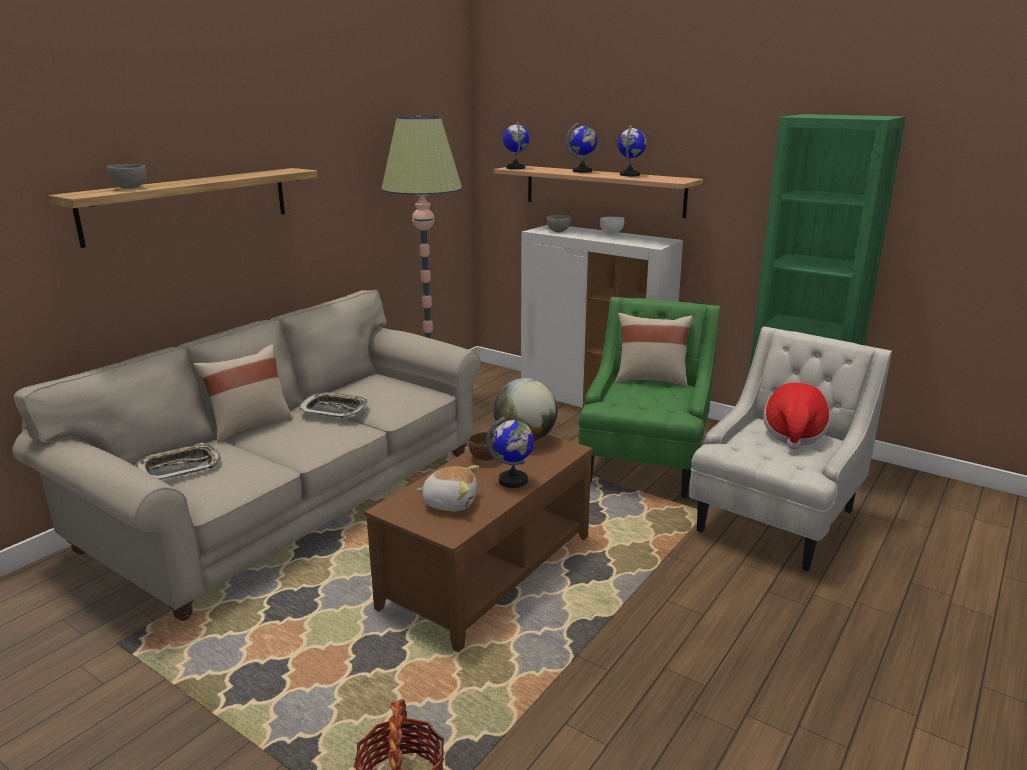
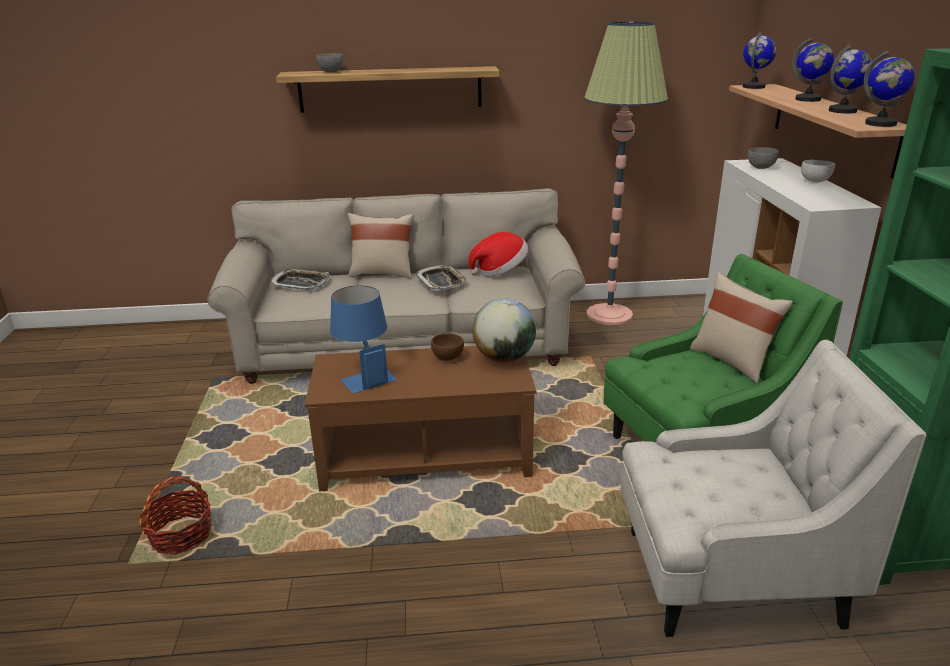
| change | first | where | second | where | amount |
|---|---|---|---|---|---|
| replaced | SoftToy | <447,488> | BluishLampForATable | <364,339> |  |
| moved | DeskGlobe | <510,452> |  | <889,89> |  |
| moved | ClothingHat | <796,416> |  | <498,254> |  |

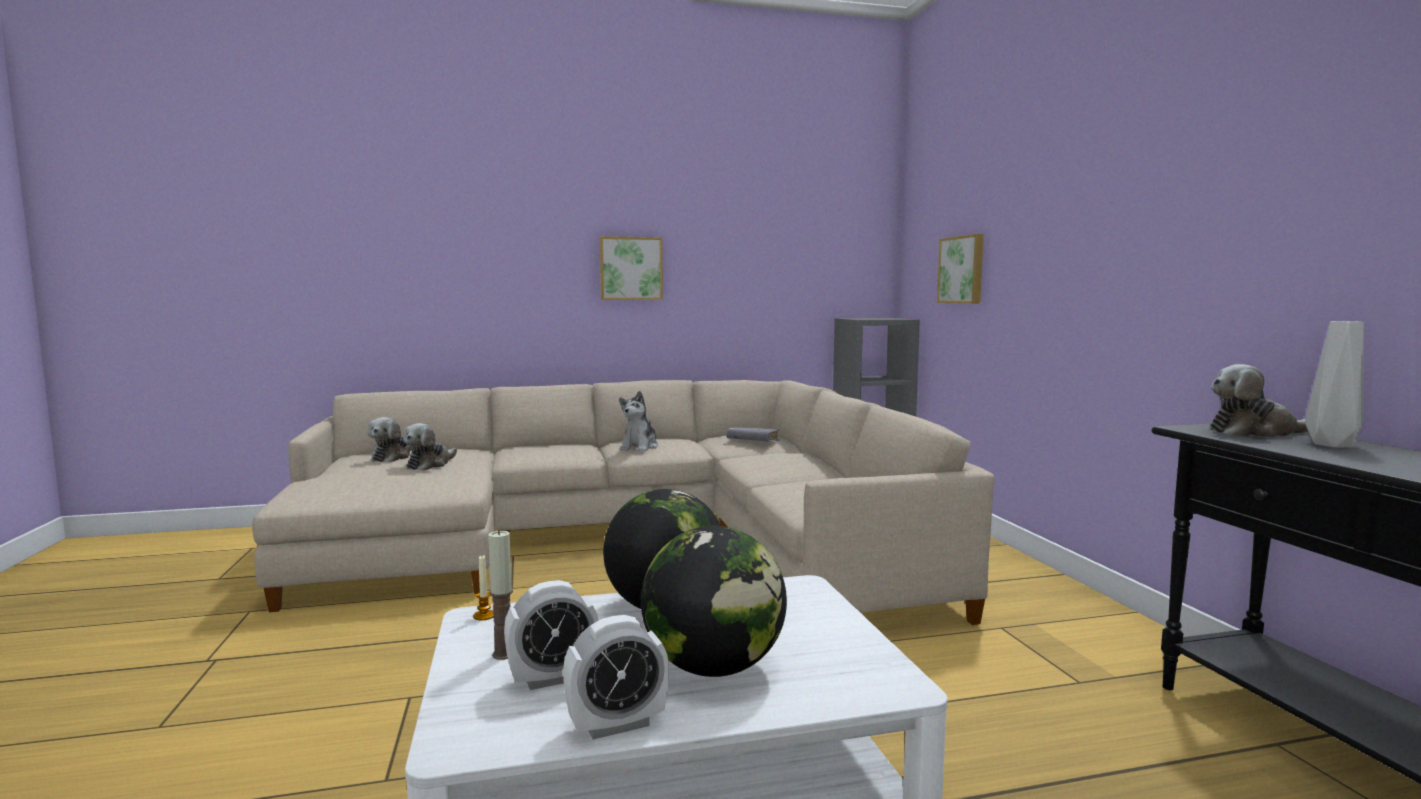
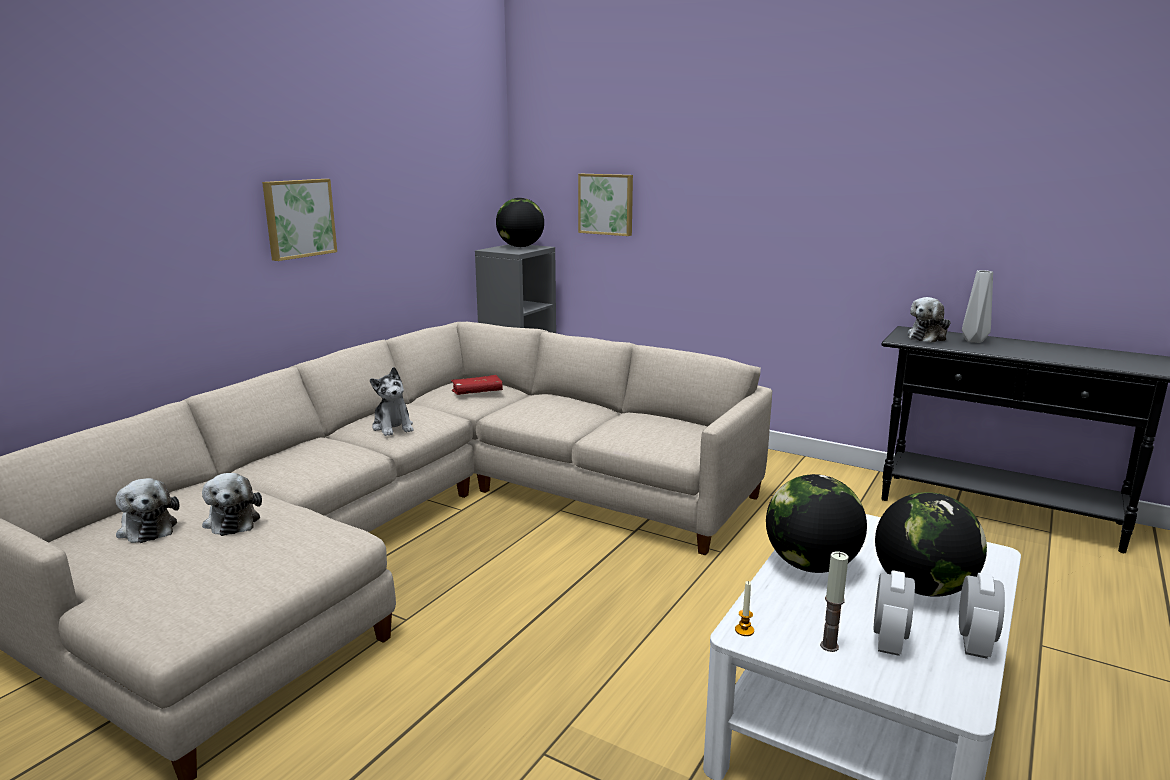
| change | first | where | second | where | amount |
|---|---|---|---|---|---|
| recoloured | GrayBook | <753,434> | RedBook | <477,385> |  |
| added |  |  | DeskGlobe | <520,222> |  |

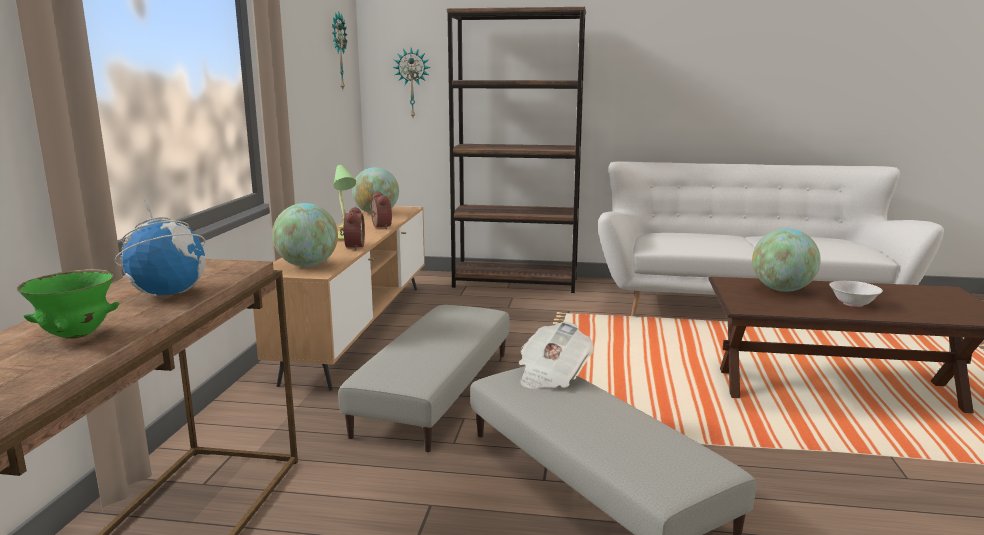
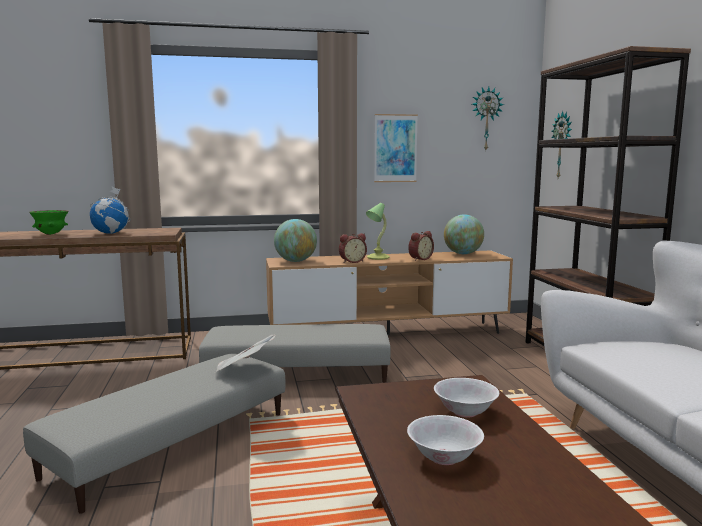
| change | first | where | second | where | amount |
|---|---|---|---|---|---|
| replaced | DeskGlobe | <786,260> | WhitishDeepDish | <466,397> |  |
| added |  |  | Picture | <396,148> |  |

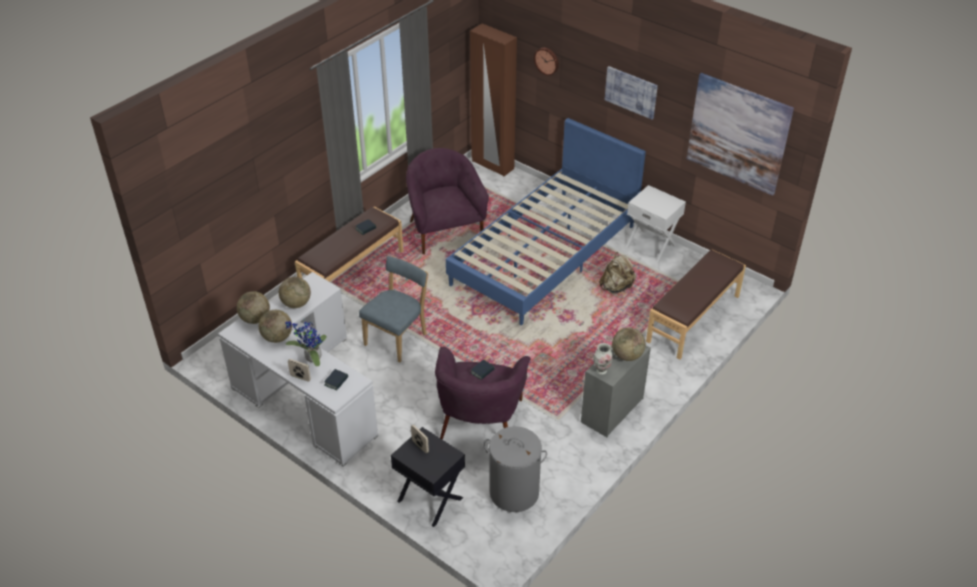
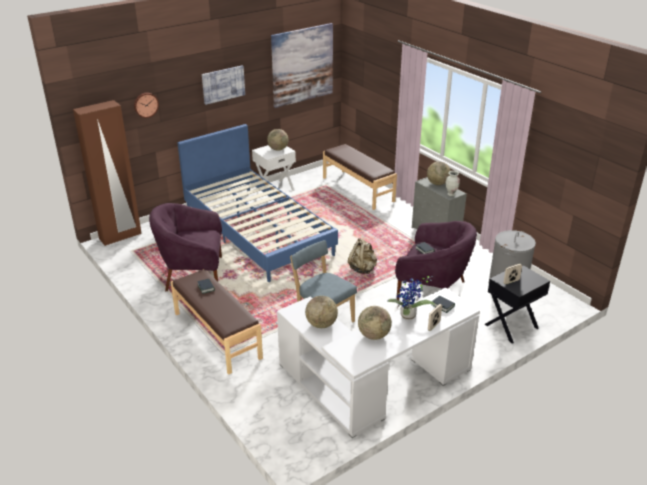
| change | first | where | second | where | amount |
|---|---|---|---|---|---|
| moved | DeskGlobe | <253,307> |  | <277,140> |  |
| moved | BeigeColouredRucksack | <617,272> |  | <362,256> |  |

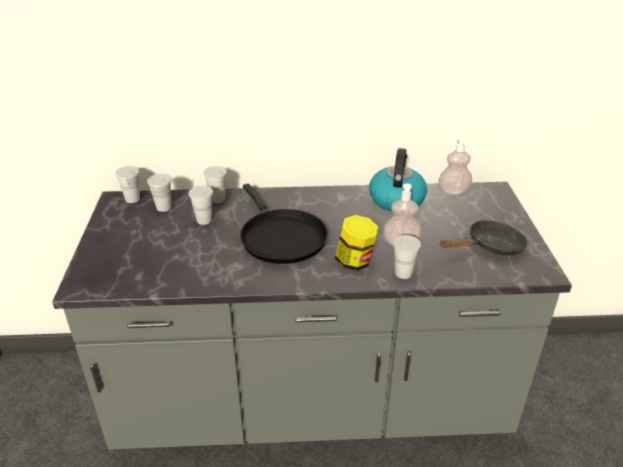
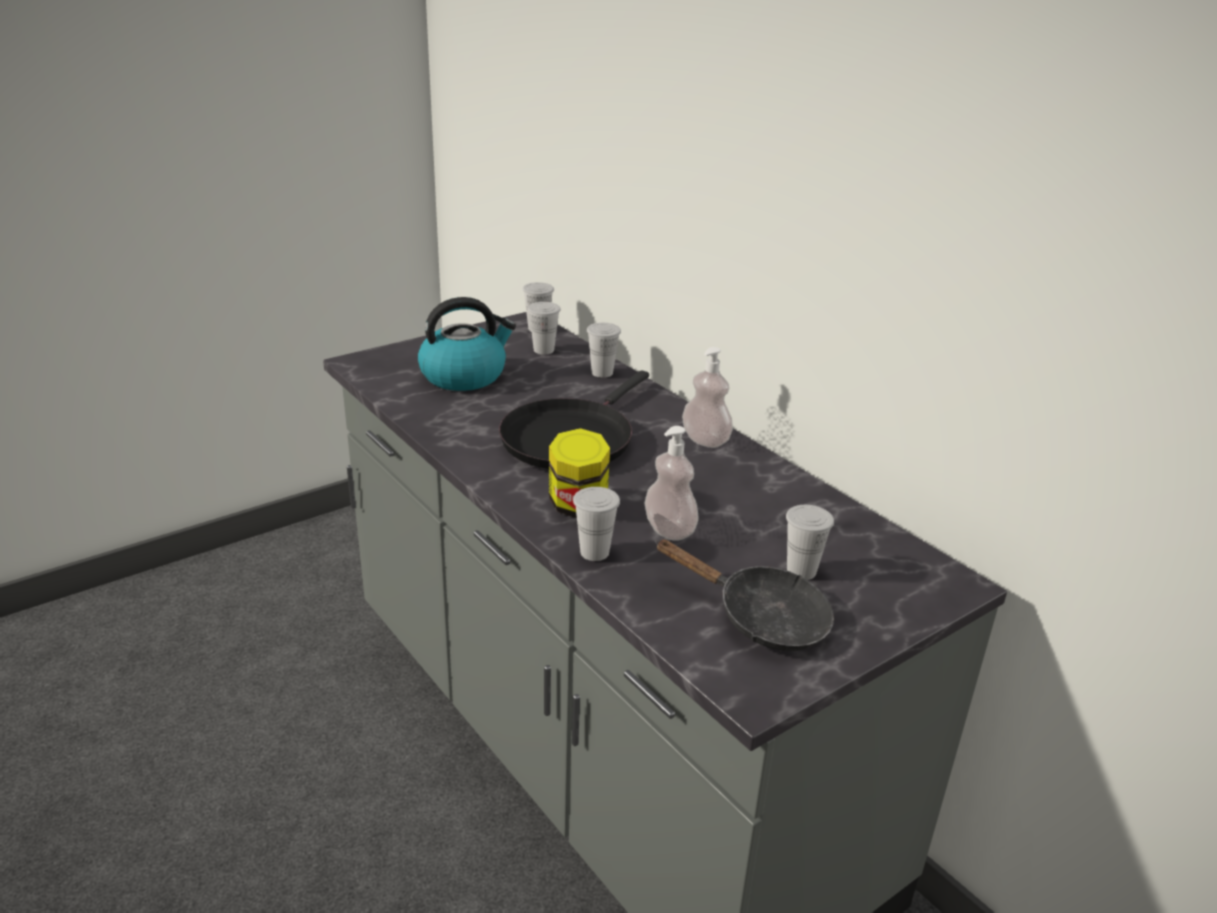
| change | first | where | second | where | amount |
|---|---|---|---|---|---|
| moved | WhitishSmallCup | <200,205> |  | <810,542> |  |
| moved | Kettle | <398,179> |  | <467,344> |  |
| moved | LiquidSoapBottle | <455,165> |  | <707,397> |  |

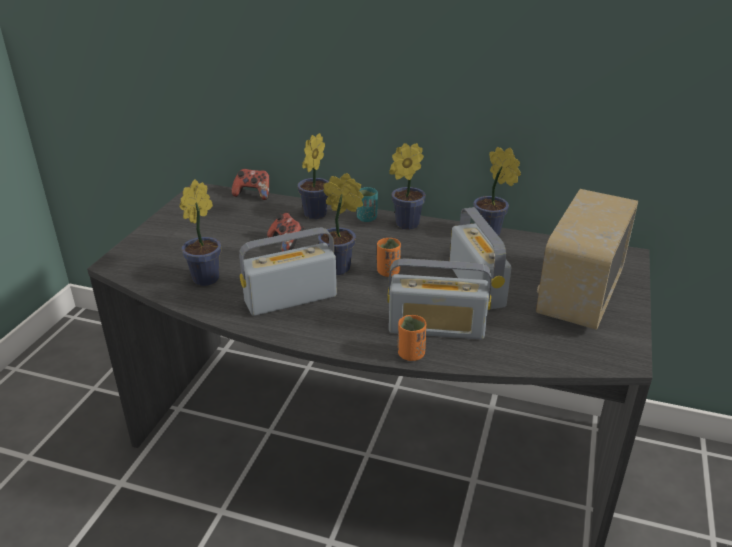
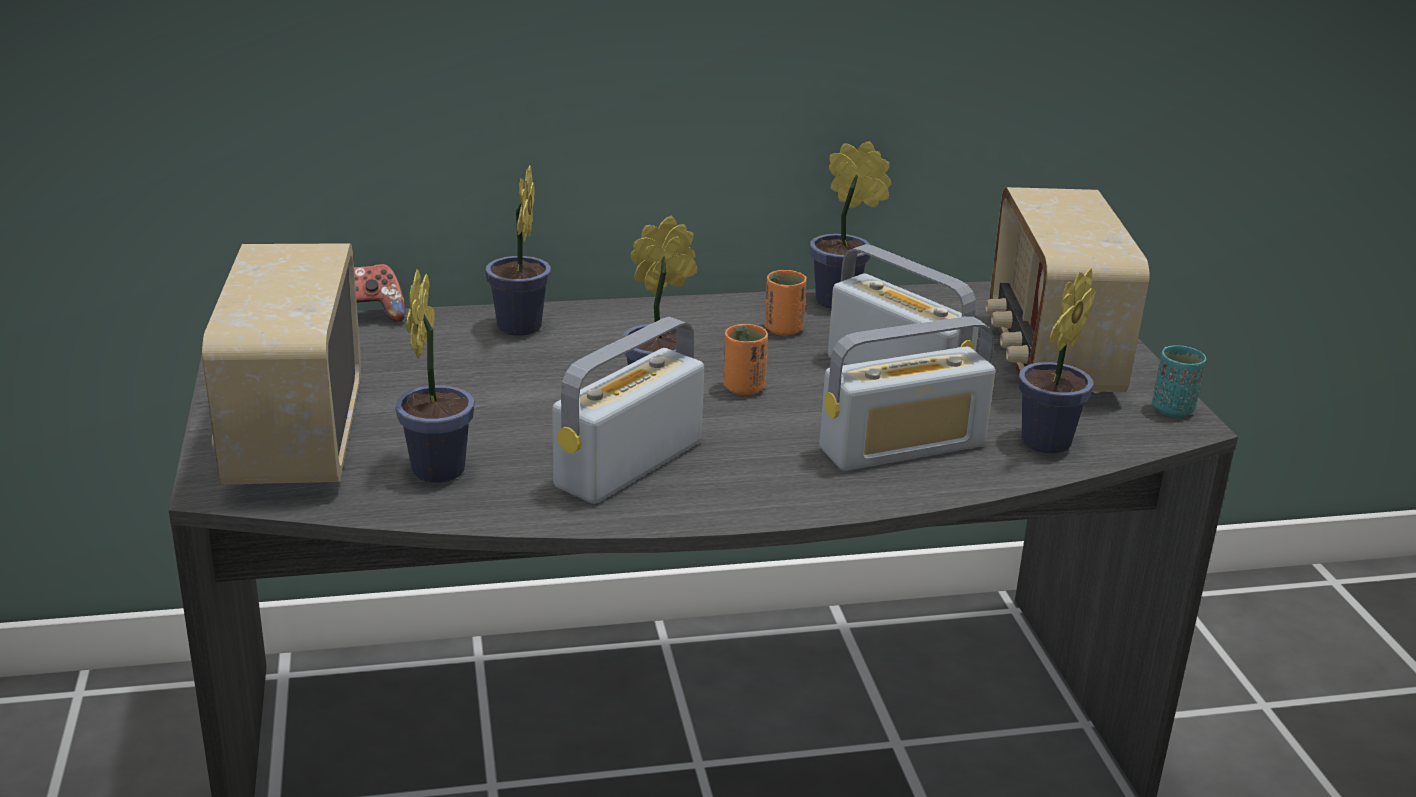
| change | first | where | second | where | amount |
|---|---|---|---|---|---|
| removed | Joypad | <285,232> |  |  |  |
| moved | BlueGreenSmallCup | <367,204> |  | <1179,381> |  |
| moved | PottedPlant | <407,186> |  | <1057,360> |  |
| moved | OrangeySmallCup | <412,338> |  | <786,303> |  |
| added |  |  | Radio | <281,364> |  |

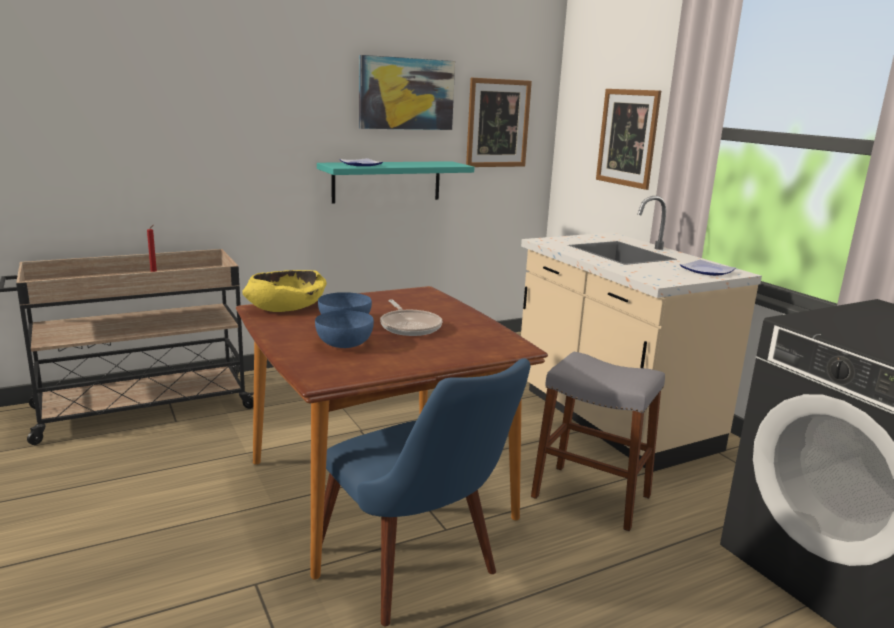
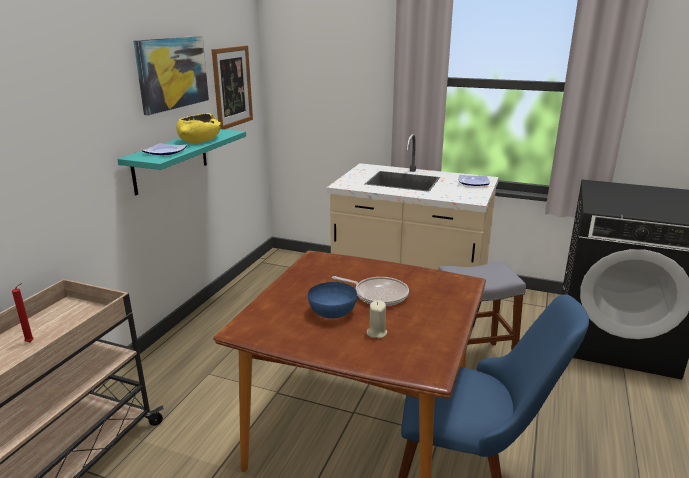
| change | first | where | second | where | amount |
|---|---|---|---|---|---|
| moved | YellowishDeepDish | <284,291> |  | <198,128> |  |
| replaced | BluishDeepDish | <344,329> | BeigeColouredWaxCandle | <377,319> |  |
| removed | Picture | <628,139> |  |  |  |

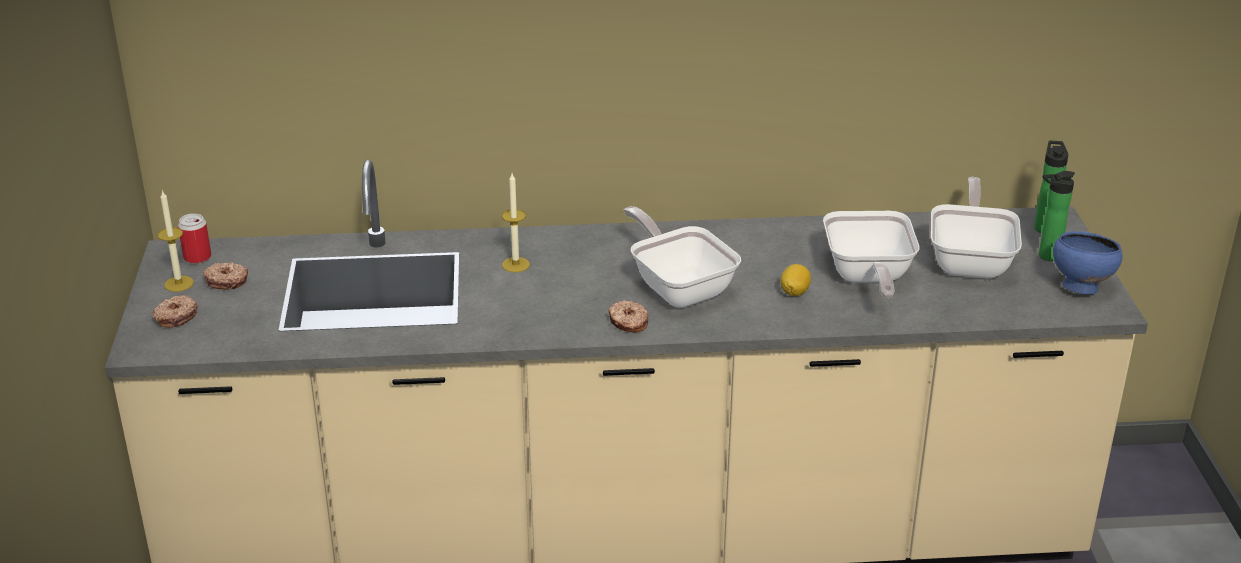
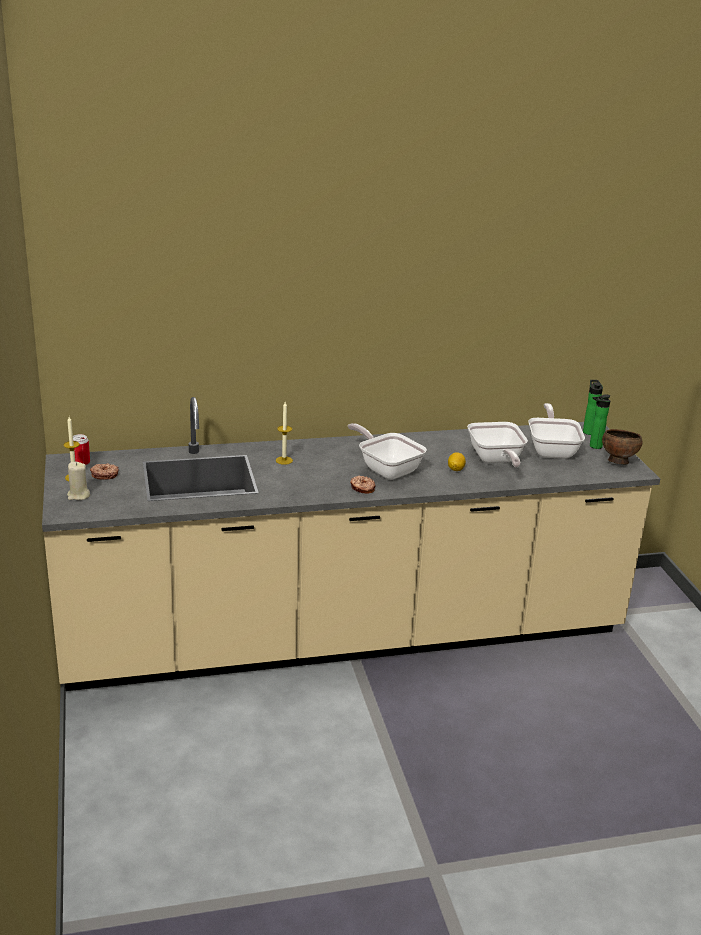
| change | first | where | second | where | amount |
|---|---|---|---|---|---|
| replaced | RingDoughnut | <175,311> | BeigeColouredWaxCandle | <78,481> |  |
| recoloured | BluishDeepDish | <1088,262> | BrownDeepDish | <622,446> |  |

